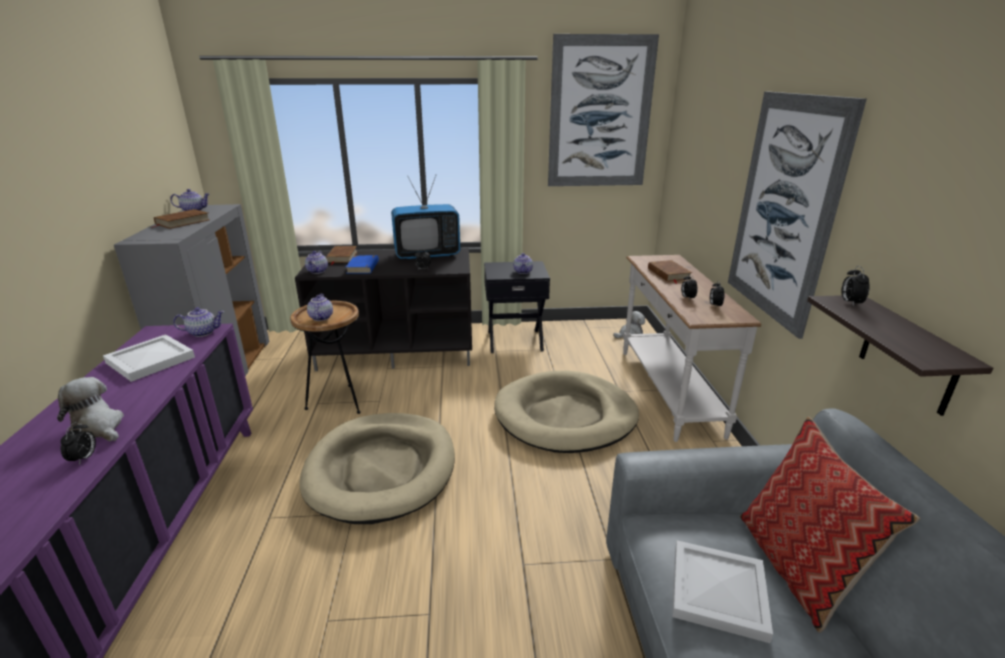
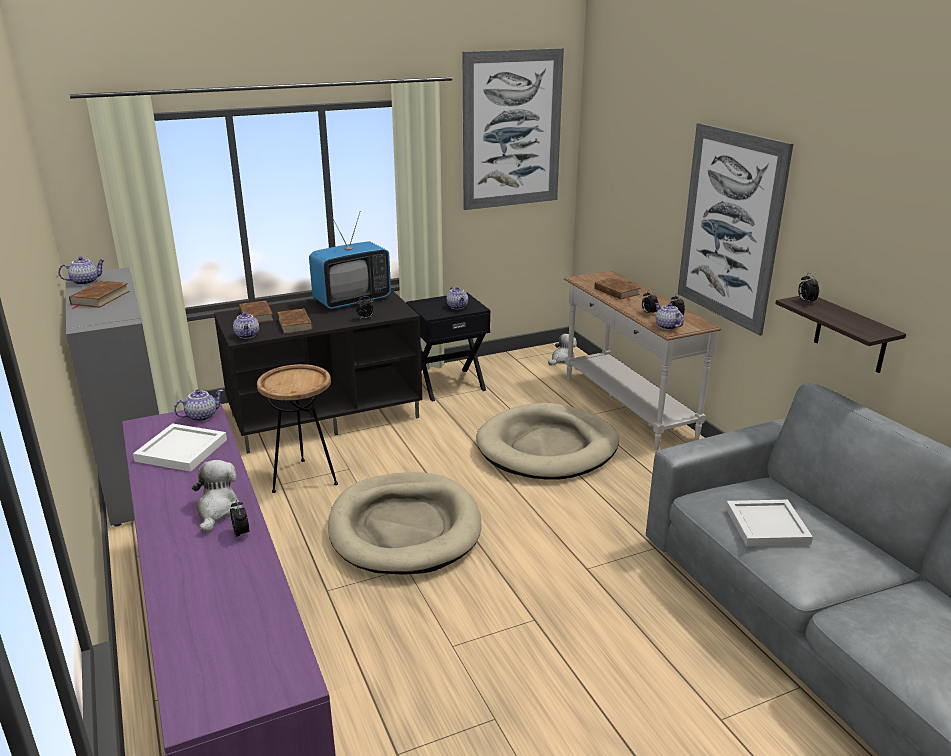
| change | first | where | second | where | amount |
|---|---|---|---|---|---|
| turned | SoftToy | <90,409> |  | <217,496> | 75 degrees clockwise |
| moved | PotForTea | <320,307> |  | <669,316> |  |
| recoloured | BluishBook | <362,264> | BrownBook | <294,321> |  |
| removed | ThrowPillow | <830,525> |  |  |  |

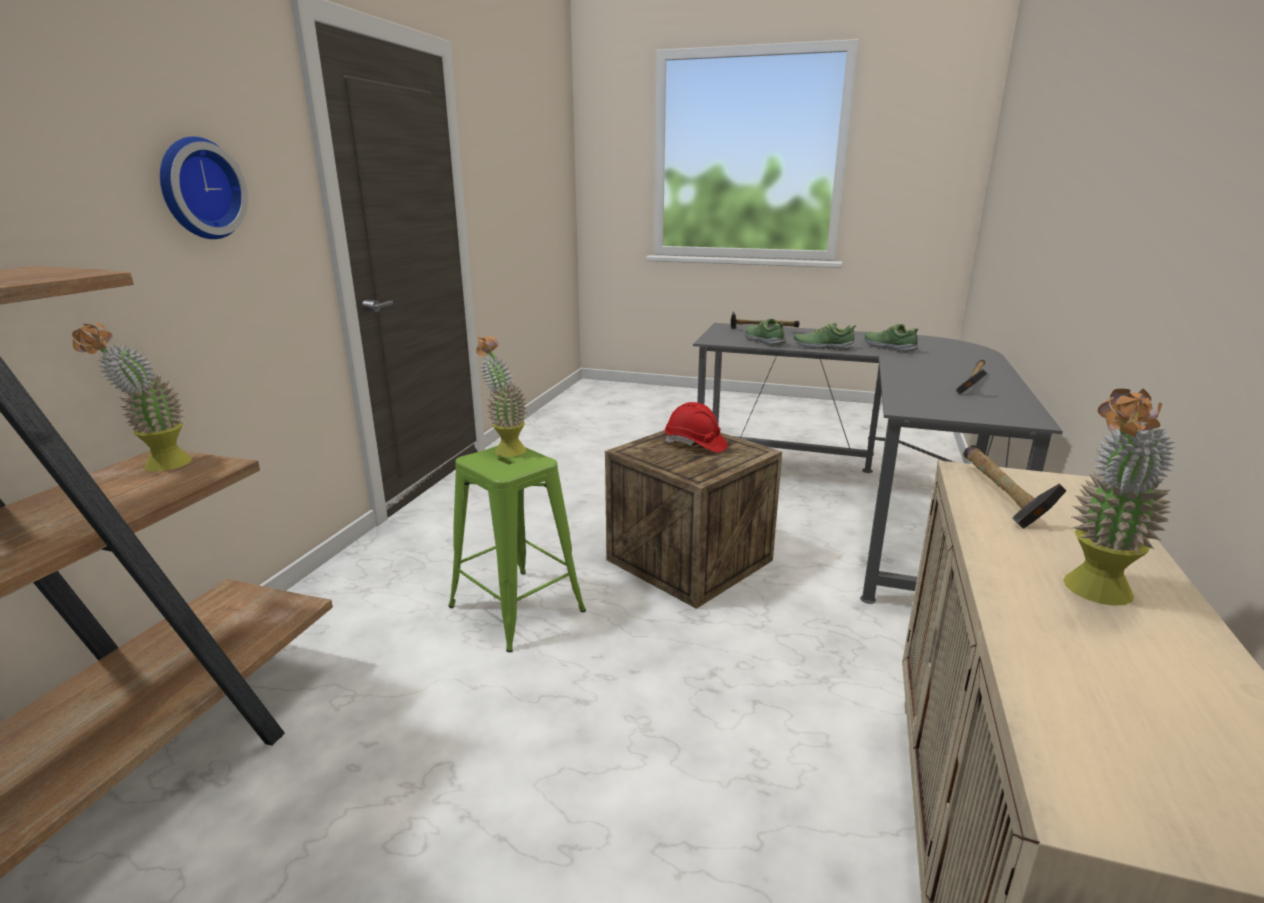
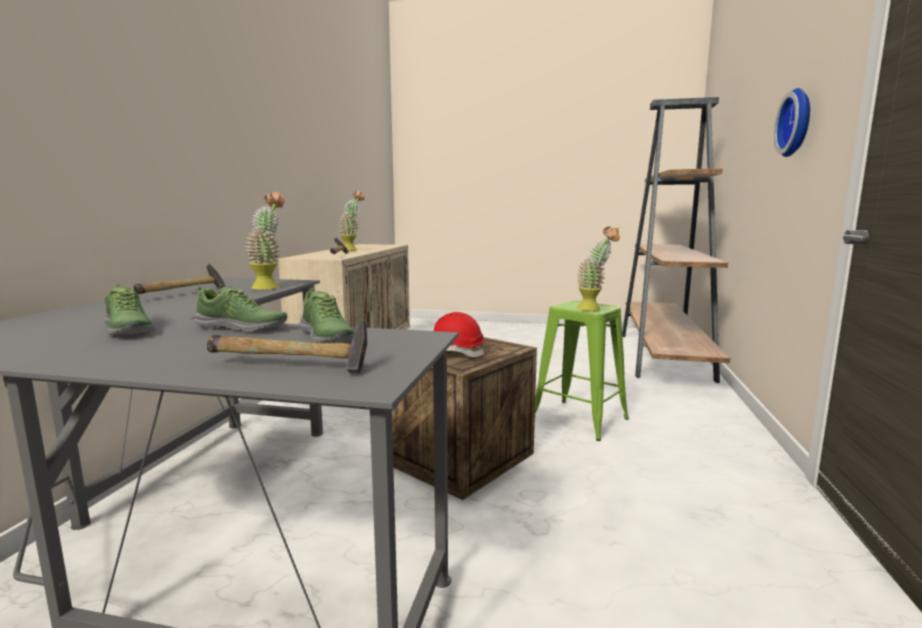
| change | first | where | second | where | amount |
|---|---|---|---|---|---|
| moved | PottedPlant | <132,397> |  | <265,241> |  |

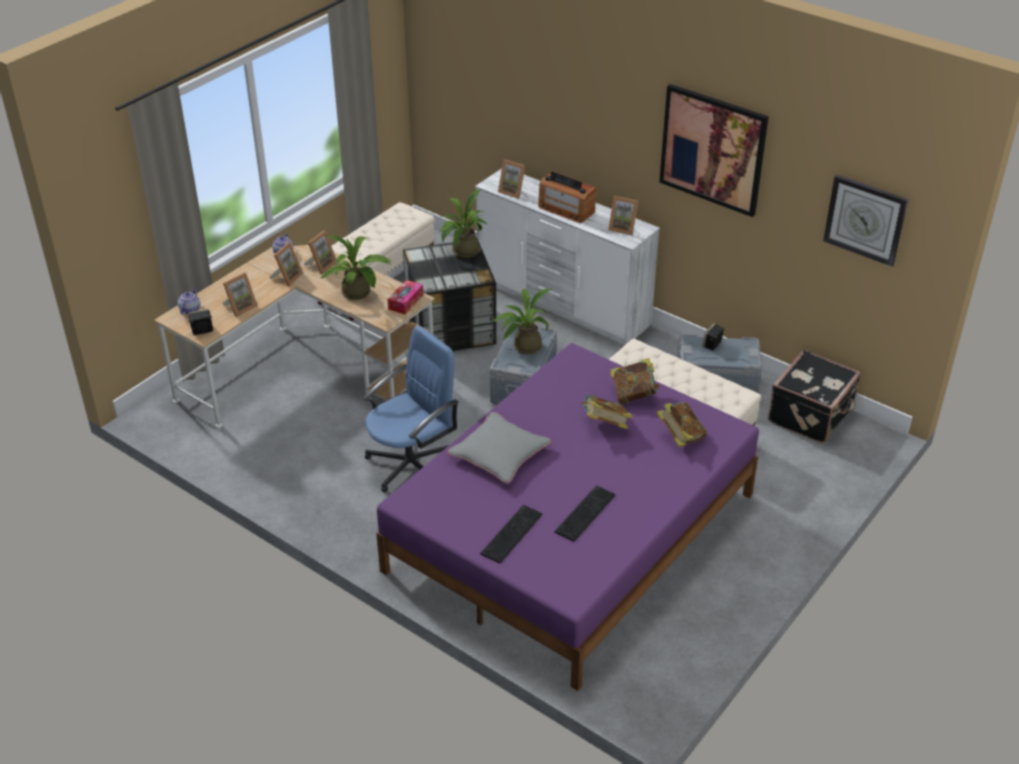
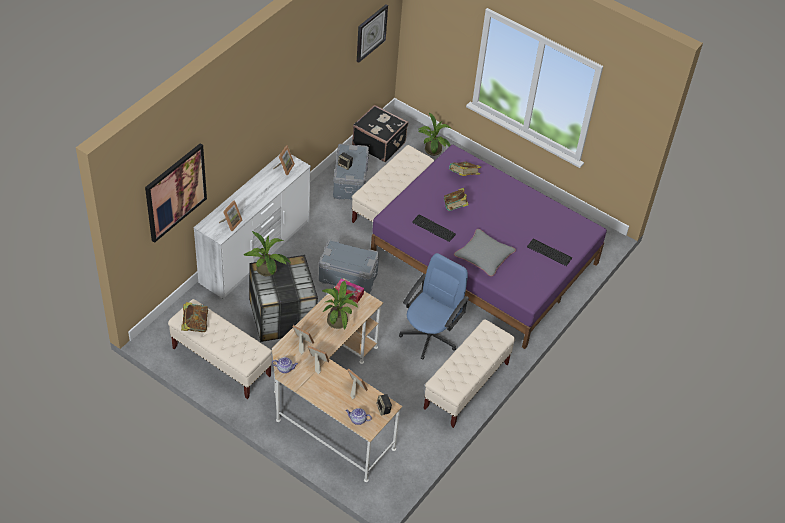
| change | first | where | second | where | amount |
|---|---|---|---|---|---|
| turned | BluishDeskChair | <411,409> |  | <434,306> | 75 degrees clockwise |
| moved | PottedPlant | <521,321> |  | <435,134> |  |
| removed | Radio | <567,197> |  |  |  |
| moved | ComputerKeyboard | <584,514> |  | <434,228> |  |
| moved | Book | <635,381> |  | <194,317> |  |
| moved | Picture | <714,150> |  | <176,193> |  |
| added |  |  | BeigeColouredIndoorBench | <469,374> |  |

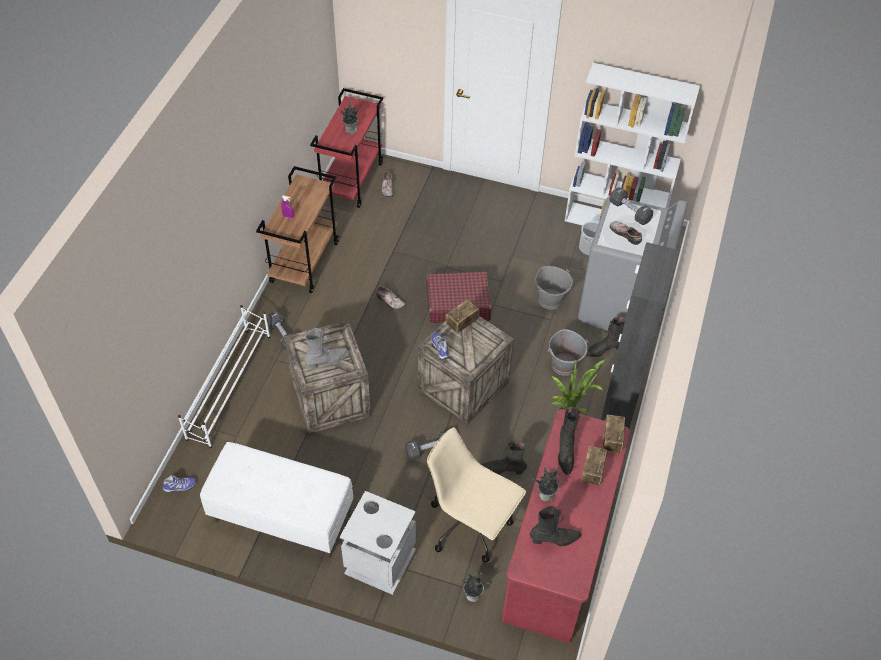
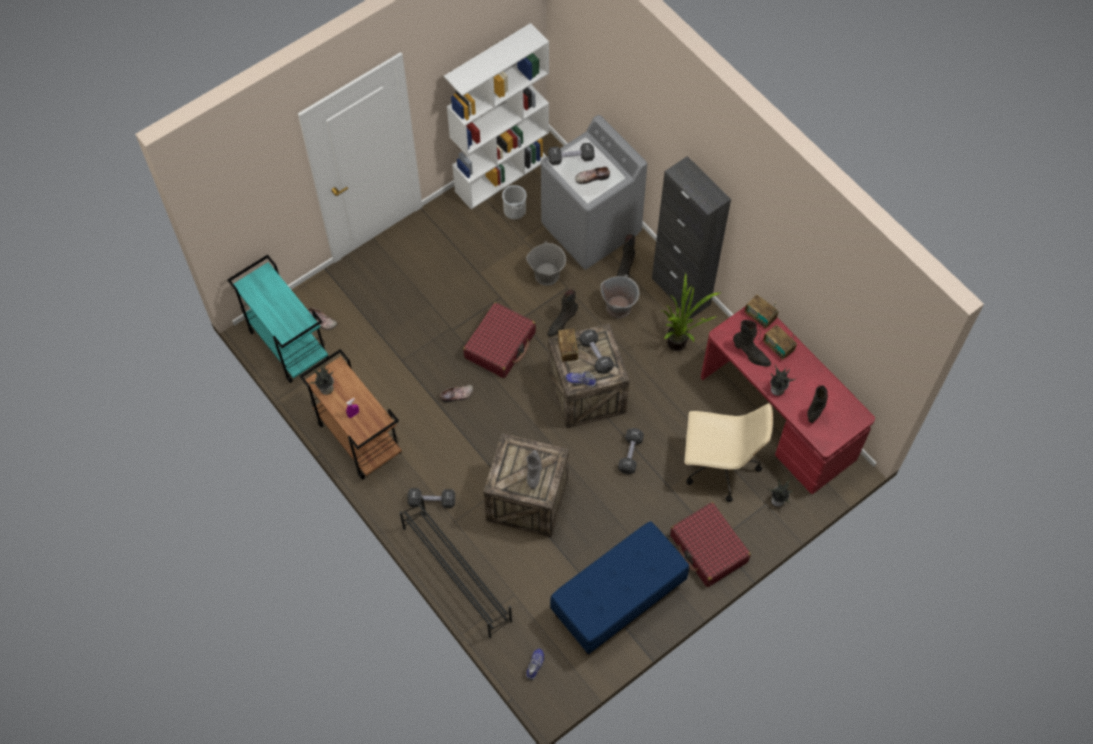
| change | first | where | second | where | amount |
|---|---|---|---|---|---|
| recoloured | WhitishShoeRack | <224,376> | BlackishShoeRack | <455,567> |  |
| recoloured | WhitishIndoorBench | <276,500> | BluishIndoorBench | <619,588> |  |
| recoloured | RedCart | <346,148> | BlueGreenCart | <278,319> |  |
| moved | PottedPlant | <349,117> |  | <322,380> |  |
| replaced | GrayTrashCan | <378,543> | RedTravelCase | <710,544> |  |
| turned | BeigeColouredDeskChair | <476,495> |  | <729,452> | 150 degrees counterclockwise |
| moved | BlackishTallBoot | <504,457> |  | <562,312> |  |
| added |  |  | BlackishFreeWeight | <596,351> |  |

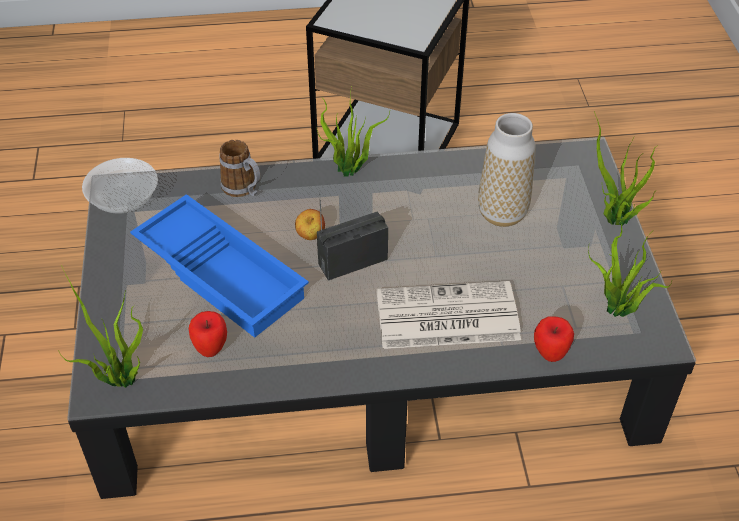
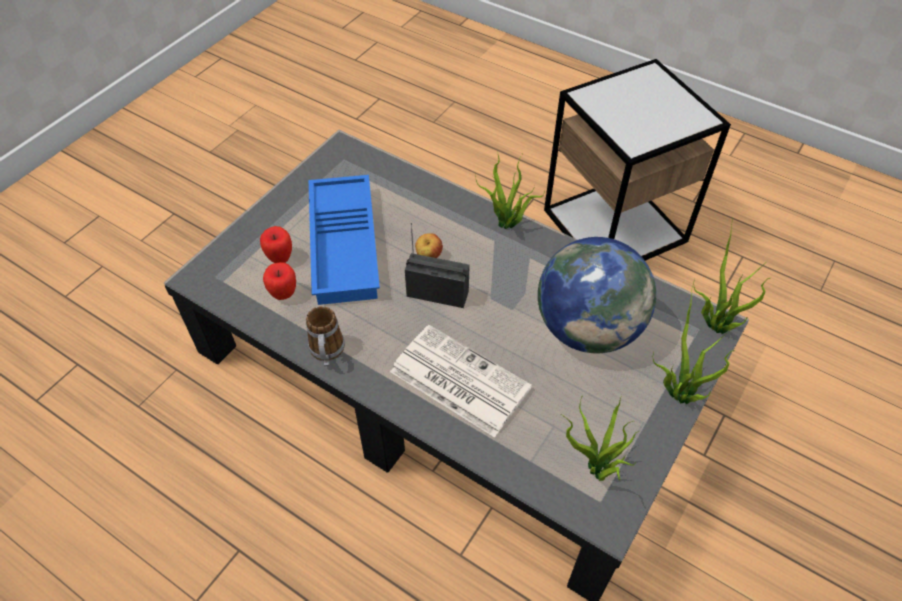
| change | first | where | second | where | amount |
|---|---|---|---|---|---|
| moved | PottedPlant | <100,326> |  | <732,276> |  |
| removed | DeepDish | <120,186> |  |  |  |
| moved | CoffeeMug | <239,168> |  | <325,336> |  |
| replaced | FlowerVase | <507,170> | DeskGlobe | <597,295> |  |
| moved | WholeApple | <554,339> |  | <276,244> |  |

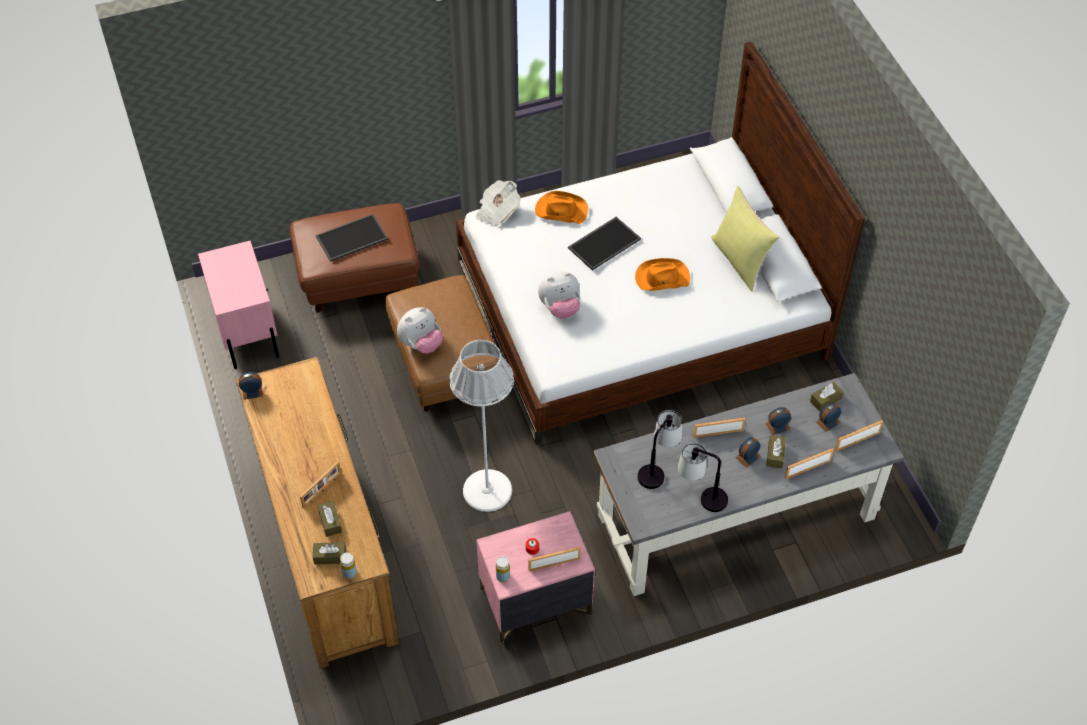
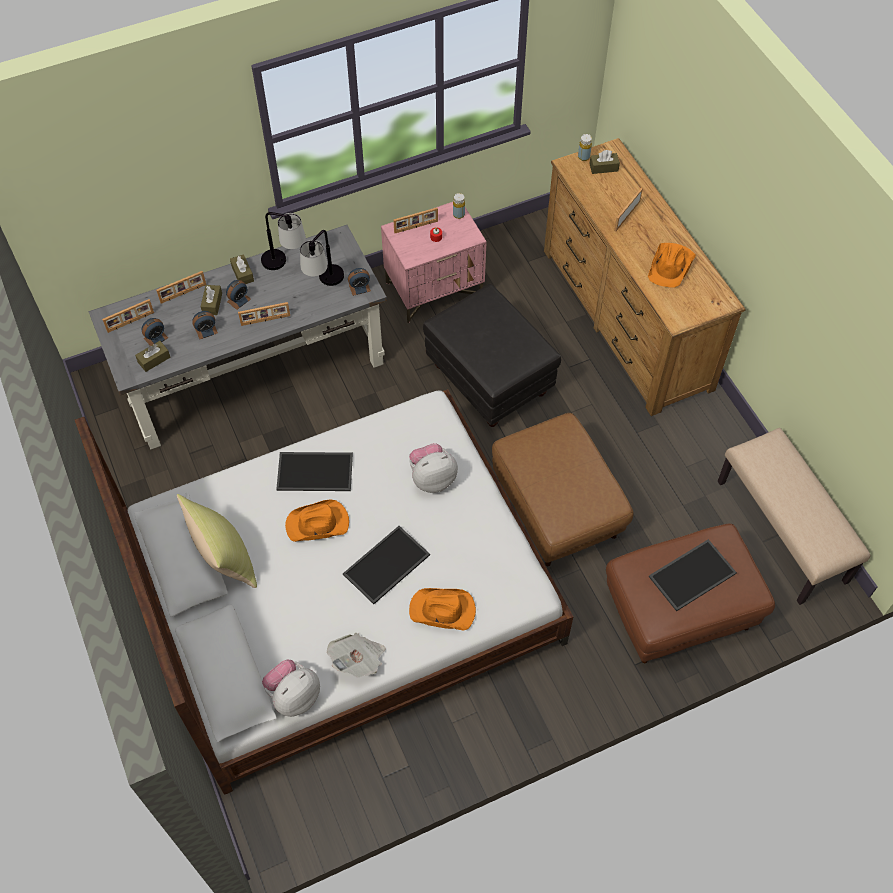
| change | first | where | second | where | amount |
|---|---|---|---|---|---|
| replaced | PinkishBedsideTable | <238,305> | BeigeColouredIndoorBench | <794,516> |  |
| moved | BedsideClock | <250,386> |  | <359,282> |  |
| moved | BrownBoxOfTissues | <329,519> |  | <242,269> |  |
| moved | SoftToy | <420,330> |  | <291,688> |  |
| replaced | WhitishStandardLamp | <481,426> | BlackishFootrest | <492,355> |  |
| moved | DailyPaper | <498,203> |  | <356,655> |  |
| added |  |  | Tray | <314,471> |  |
| added |  |  | OrangeyClothingHat | <672,265> |  |

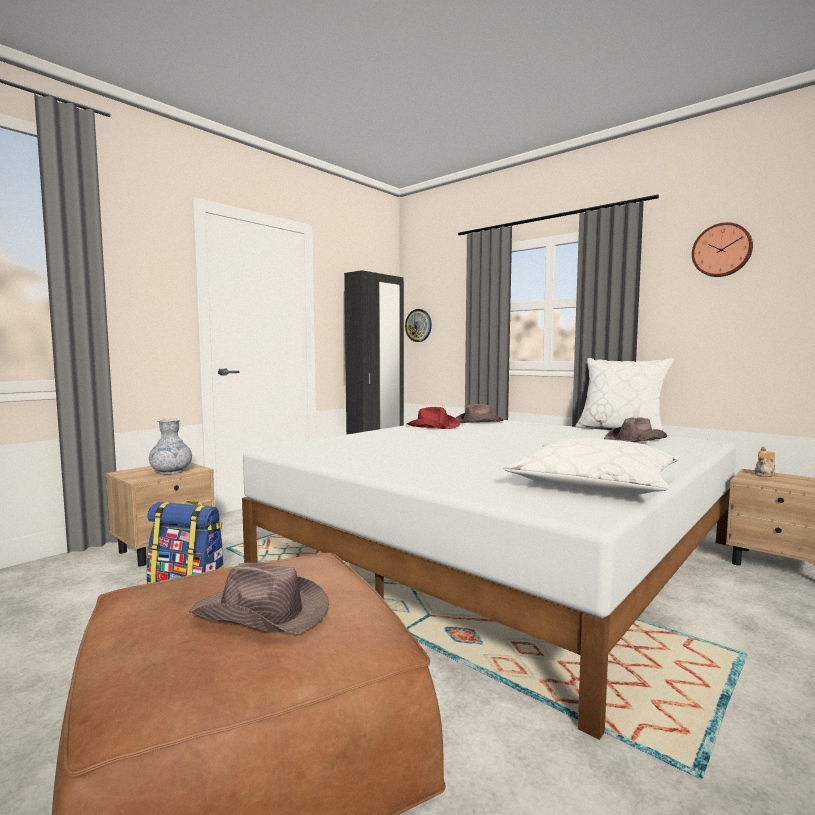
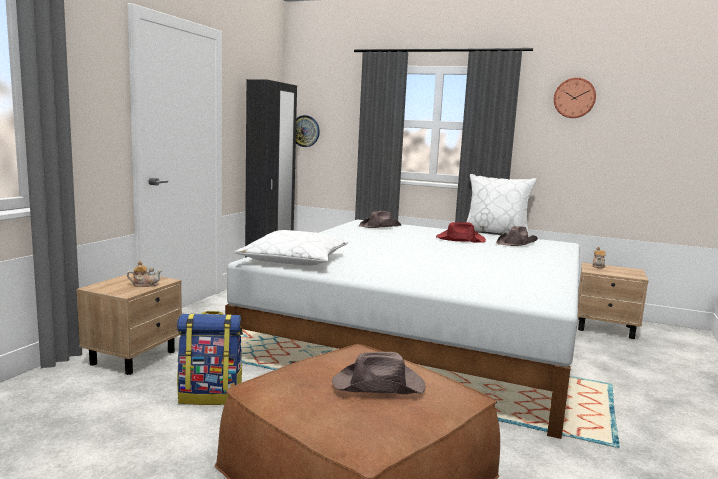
| change | first | where | second | where | amount |
|---|---|---|---|---|---|
| replaced | FlowerVase | <170,446> | PotForTea | <144,274> |  |
| moved | RedClothingHat | <434,418> |  | <461,232> |  |
| moved | WhitishThrowPillow | <592,466> |  | <291,248> |  |

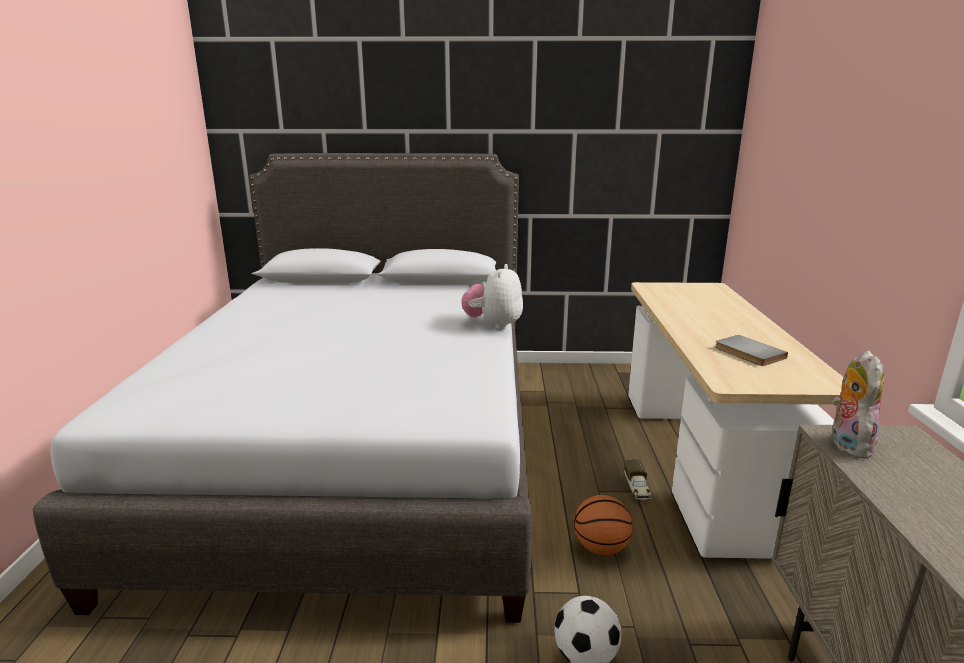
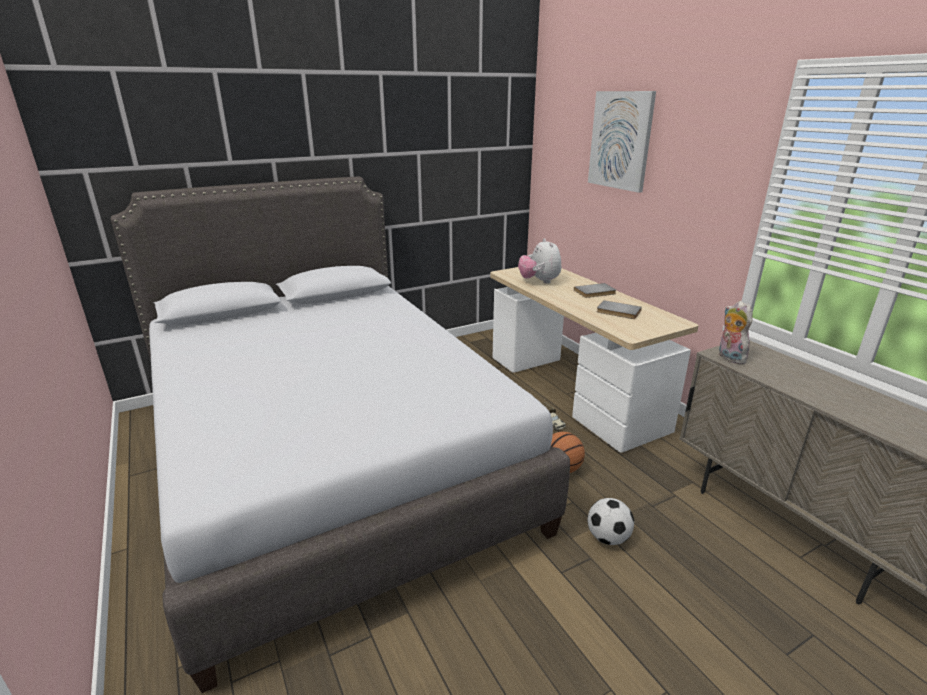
| change | first | where | second | where | amount |
|---|---|---|---|---|---|
| moved | SoftToy | <492,297> |  | <539,261> |  |
| added |  |  | GrayBook | <595,290> |  |
| added |  |  | Picture | <622,142> |  |

